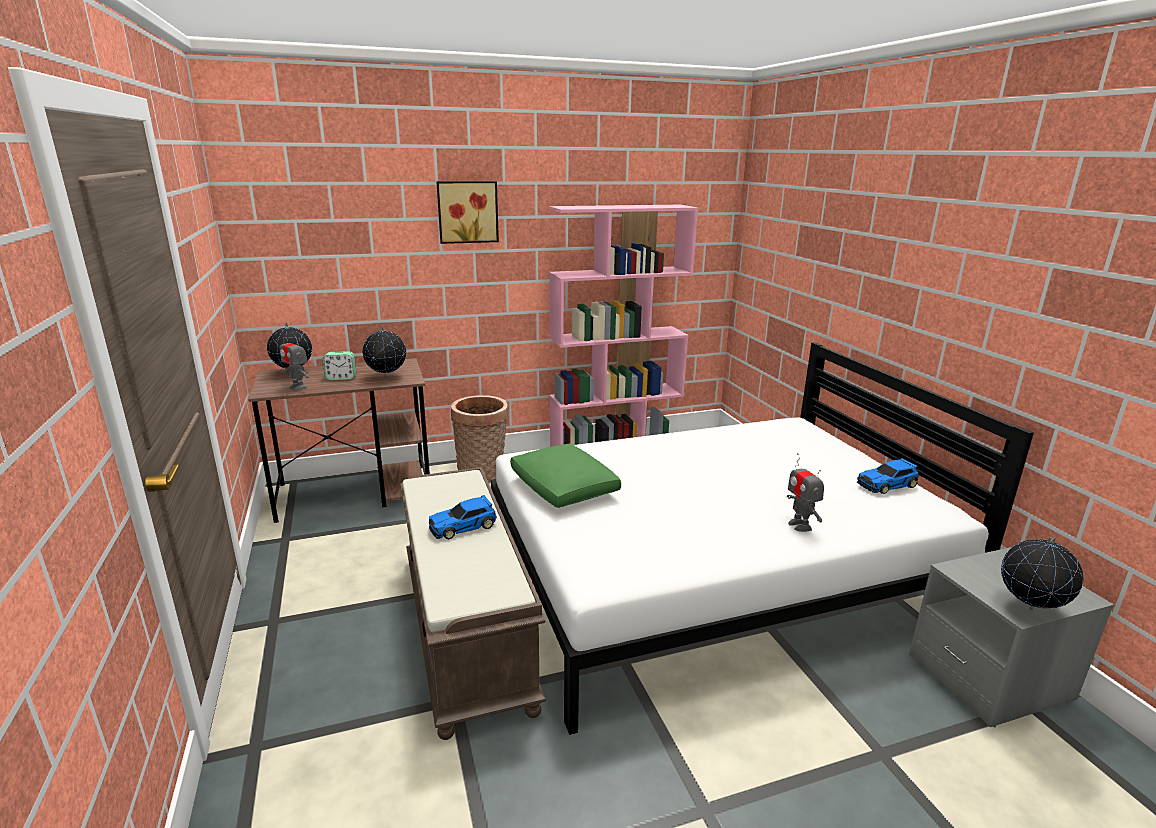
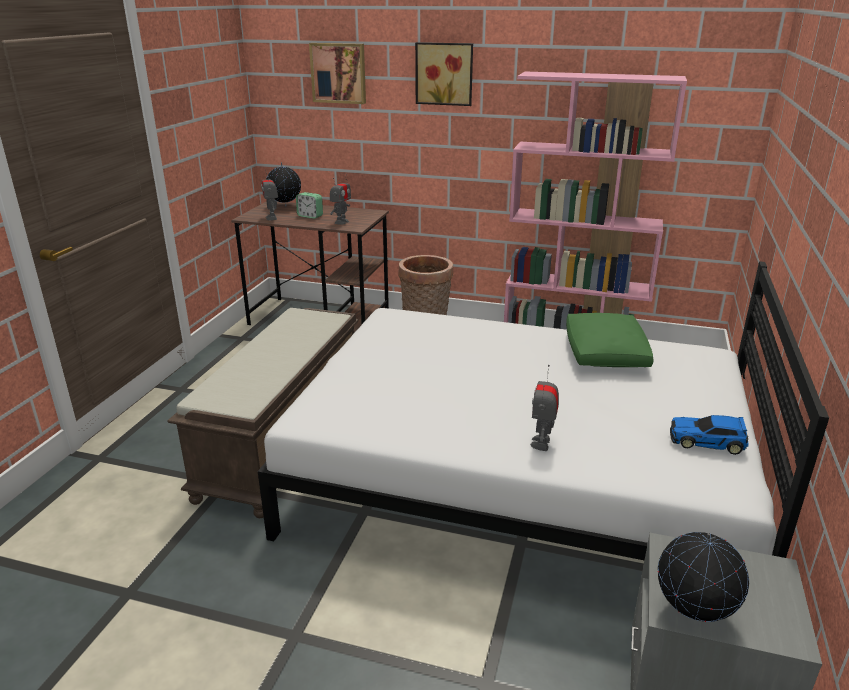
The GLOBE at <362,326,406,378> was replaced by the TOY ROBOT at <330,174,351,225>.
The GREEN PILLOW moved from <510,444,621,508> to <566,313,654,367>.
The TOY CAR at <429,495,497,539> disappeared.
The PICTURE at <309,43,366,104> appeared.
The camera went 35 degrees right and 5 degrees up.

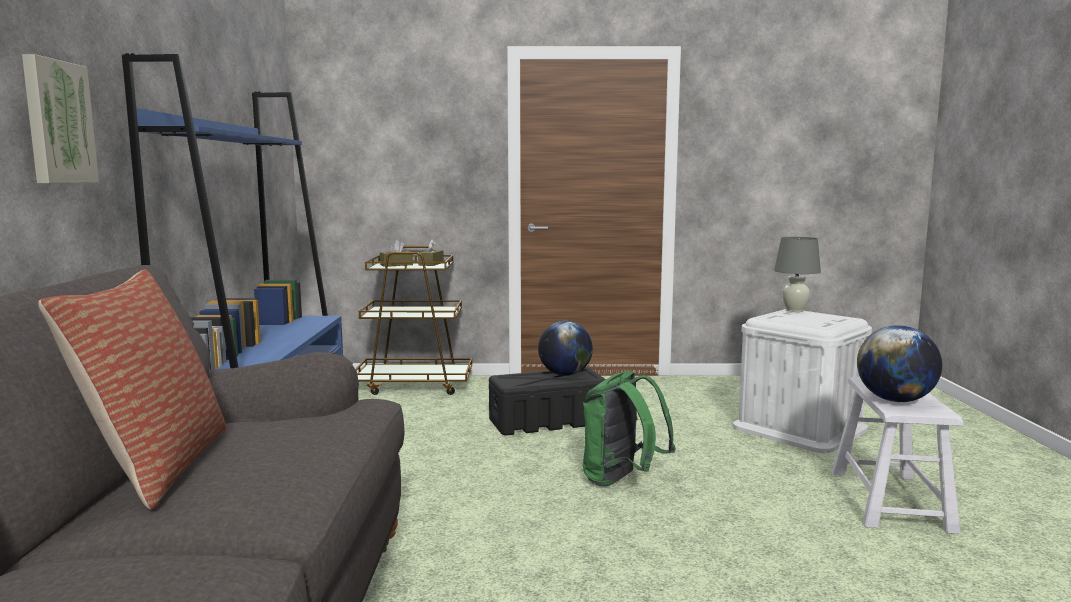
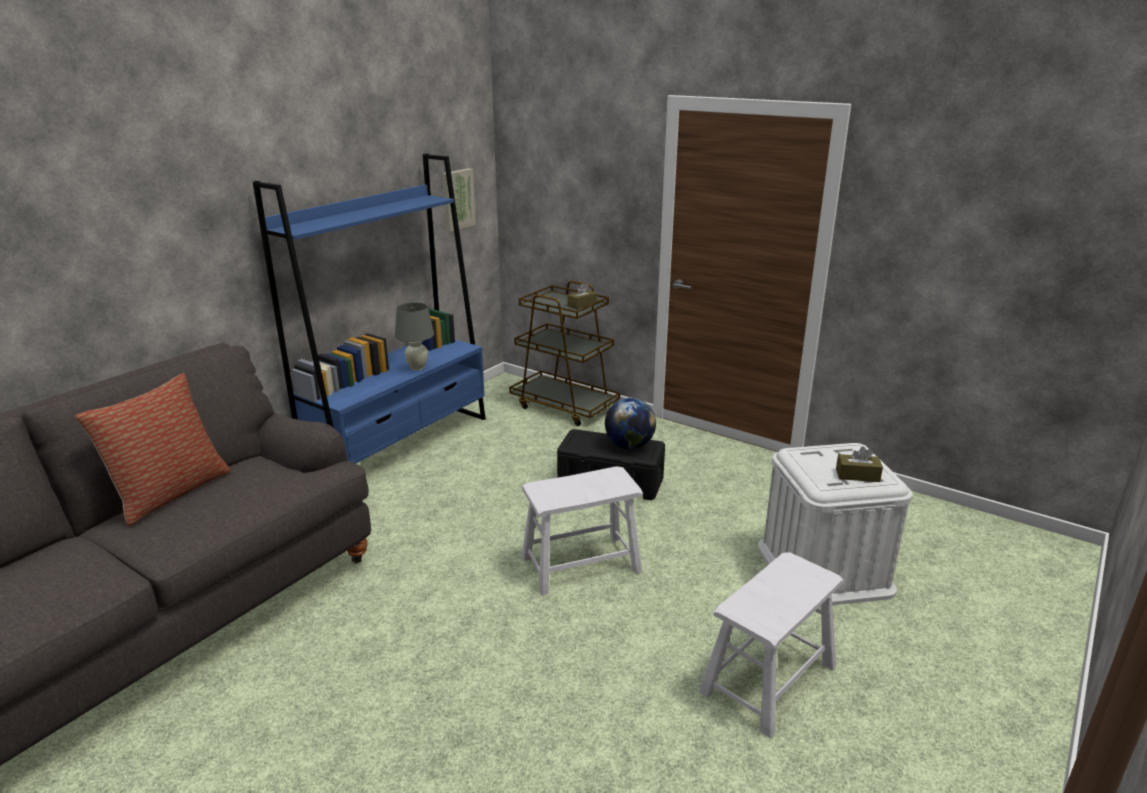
The PICTURE moved from <22,54,99,183> to <442,168,476,232>.
The GREY TABLE LAMP moved from <774,237,821,312> to <395,302,434,370>.
The BROWN TISSUE BOX moved from <380,240,413,267> to <836,446,883,482>.
The GLOBE at <857,325,942,402> disappeared.
The GREEN BACKPACK at <583,371,676,486> was replaced by the WHITE STOOL at <522,466,643,595>.
The camera went 35 degrees right and 15 degrees up.

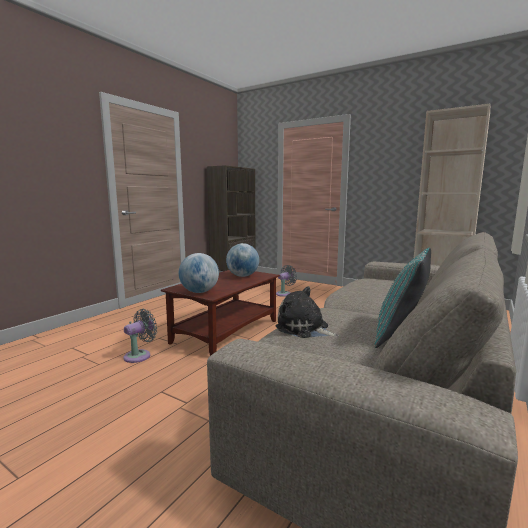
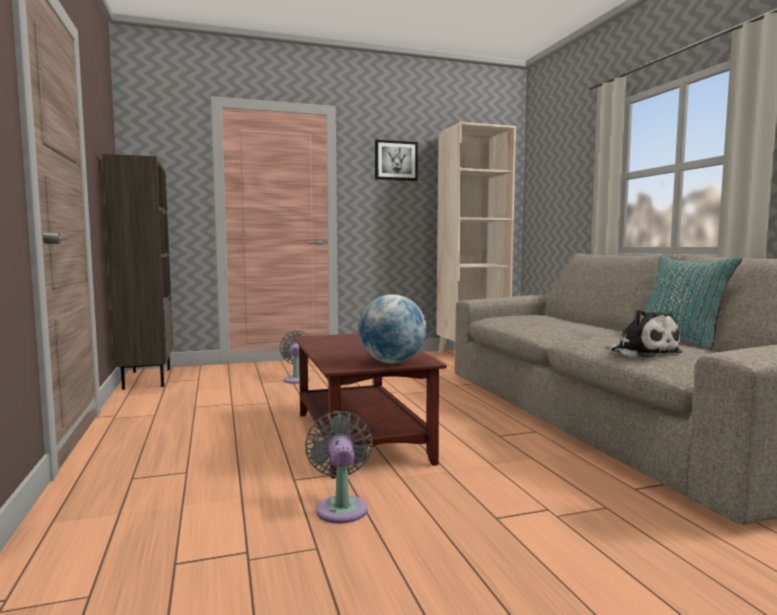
The GLOBE at <226,243,259,277> disappeared.
The PLUSH TOY at <276,286,339,338> turned 105 degrees counterclockwise.
The PICTURE at <375,140,418,181> appeared.
The camera went 50 degrees left and 5 degrees down.

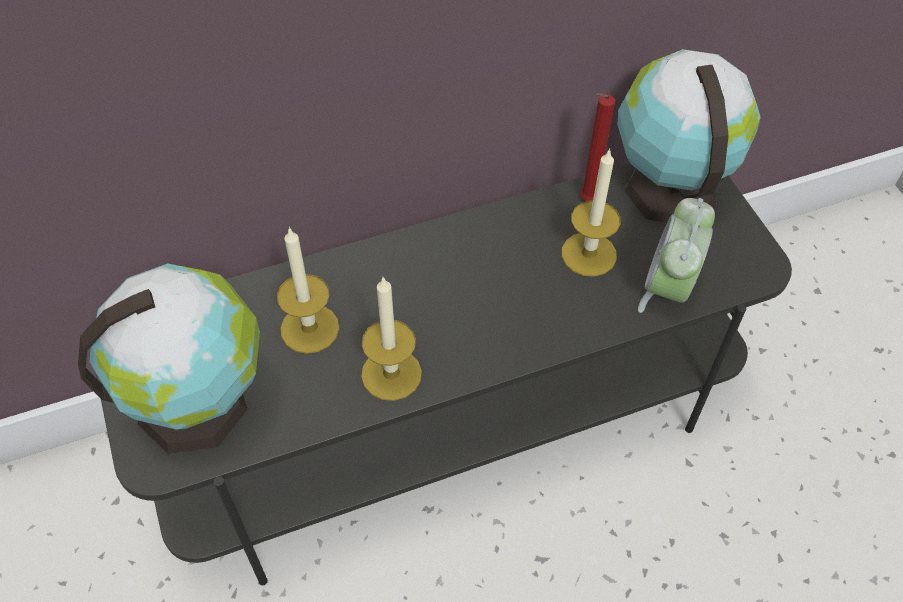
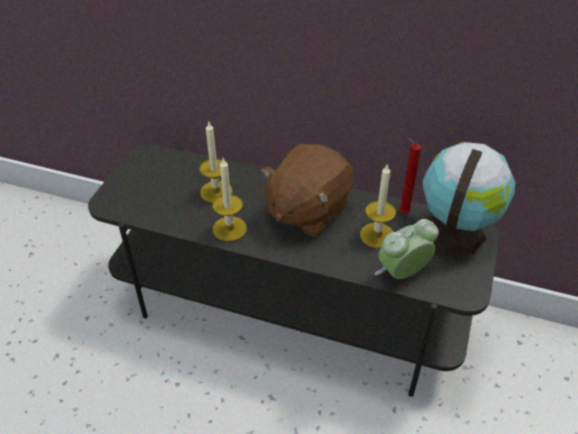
The GLOBE at <78,263,260,454> disappeared.
The BROWN PLUSH TOY at <261,144,354,237> appeared.
The camera went 40 degrees right and 10 degrees down.

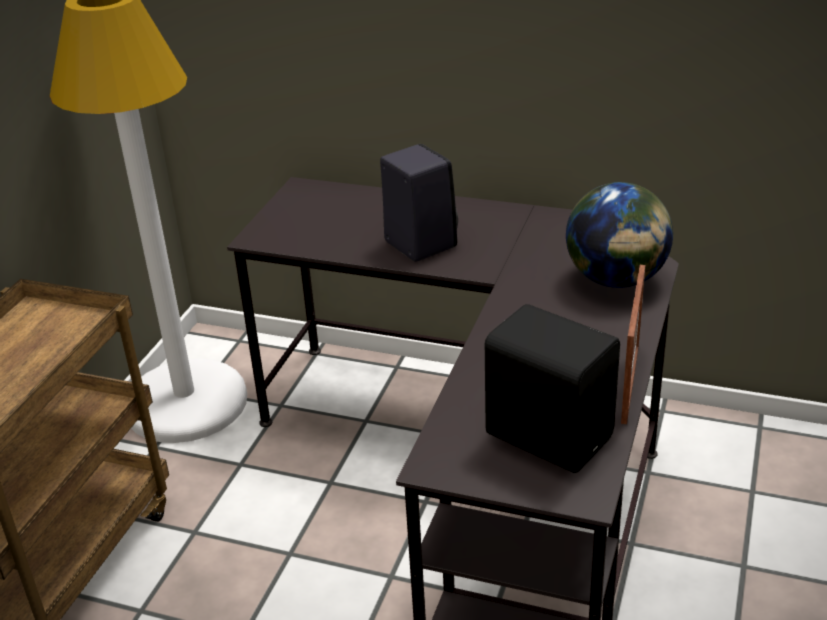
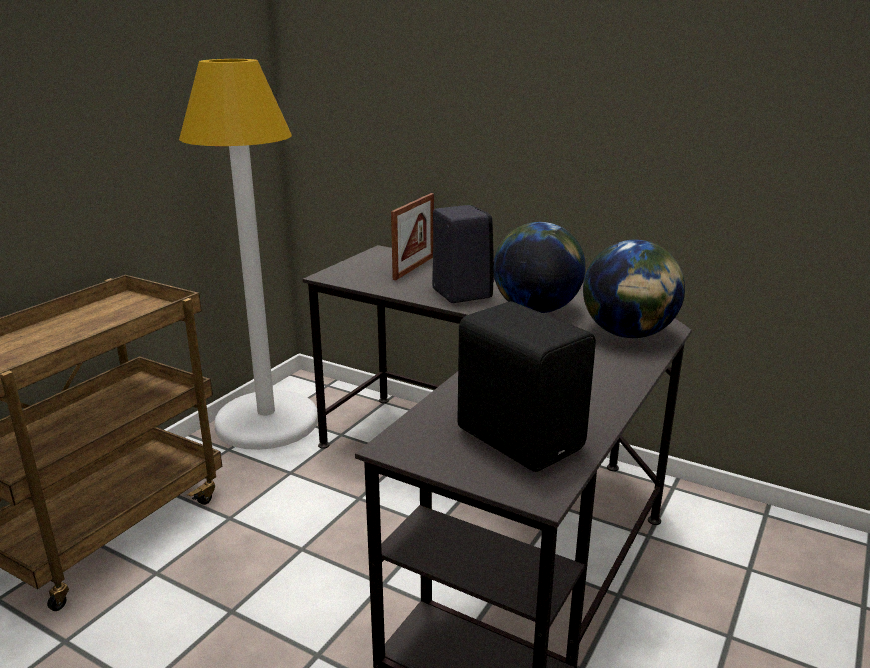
The PICTURE FRAME moved from <621,265,645,424> to <391,193,434,280>.
The GLOBE at <493,222,586,313> appeared.
The camera went 10 degrees right and 10 degrees down.

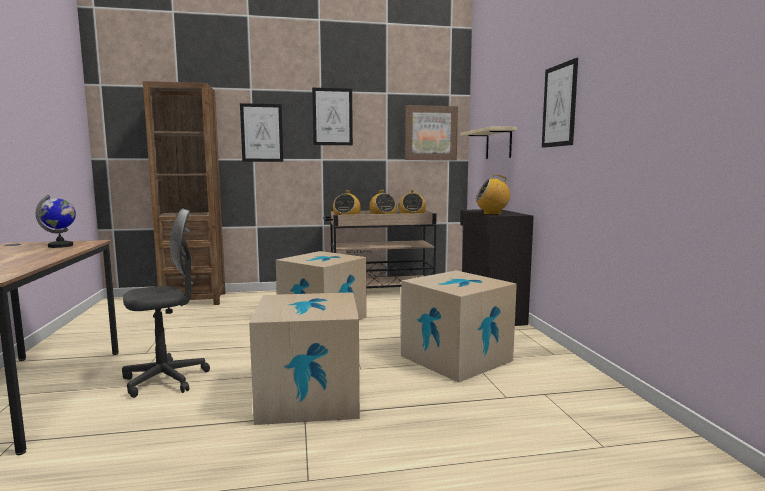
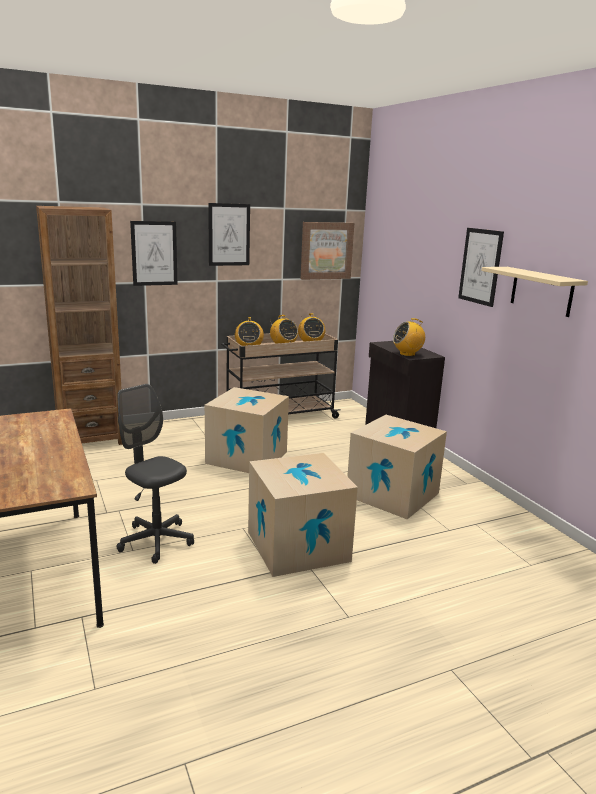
The BEIGE SHELF moved from <461,126,517,159> to <481,267,588,317>.
The GLOBE at <36,195,76,248> disappeared.
The GREY OFFICE CHAIR at <122,208,210,398> turned 90 degrees counterclockwise.
The camera went 15 degrees left and 10 degrees up.

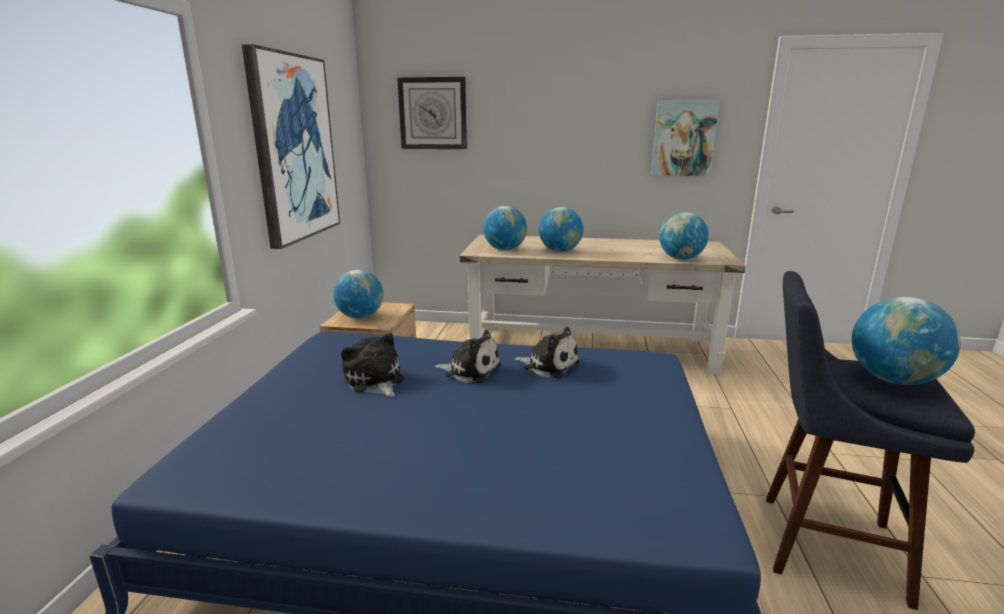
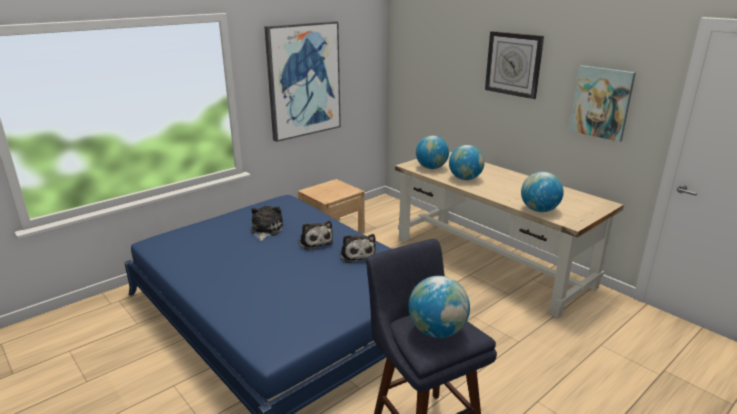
The WALL CLOCK moved from <397,77,467,149> to <485,31,544,99>.
The GLOBE at <333,270,383,319> disappeared.
The camera went 40 degrees right and 5 degrees up.

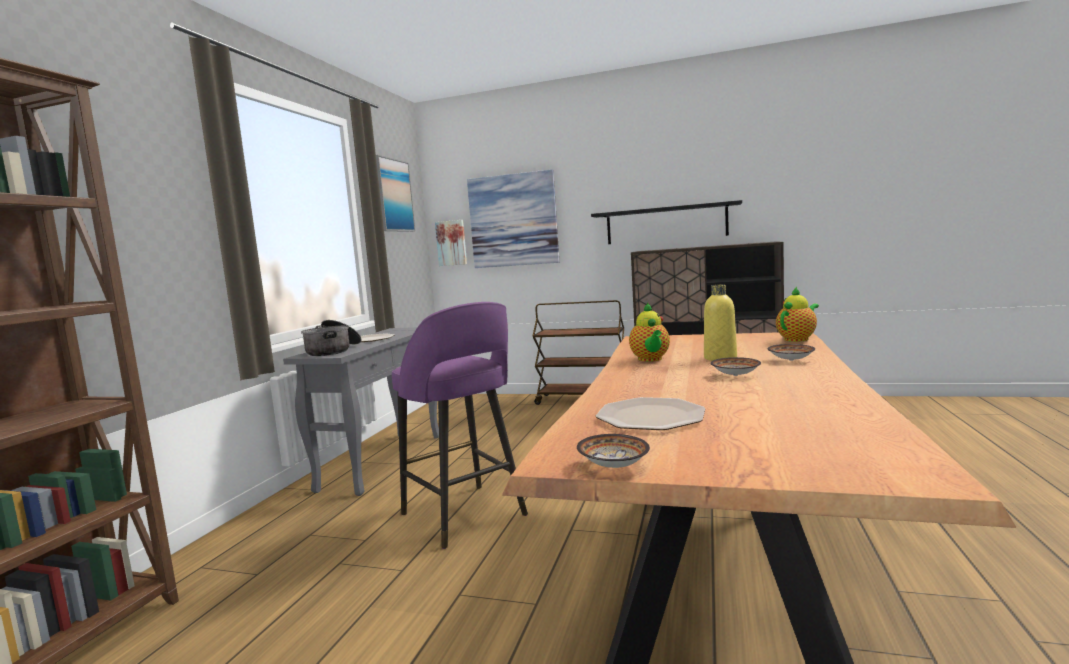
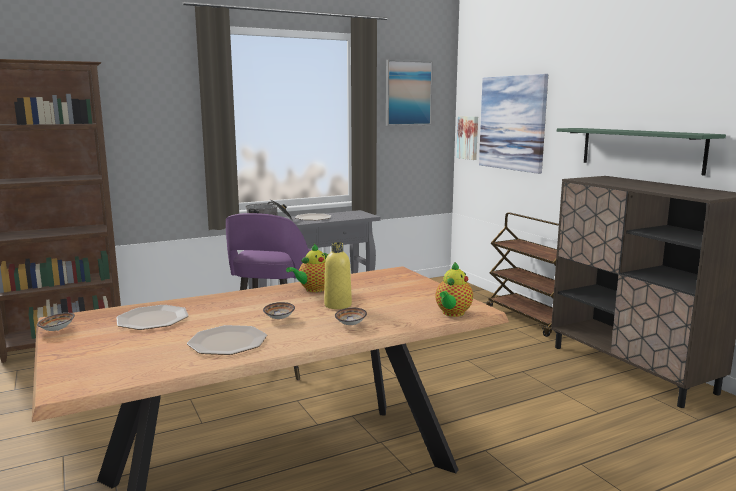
The BLACK SHELF at <591,200,742,244> became the GREEN SHELF at <557,128,726,176>.
The TEAPOT at <776,287,819,342> turned 105 degrees clockwise.
The PLATE at <187,325,267,355> appeared.
The camera went 45 degrees right and 5 degrees up.

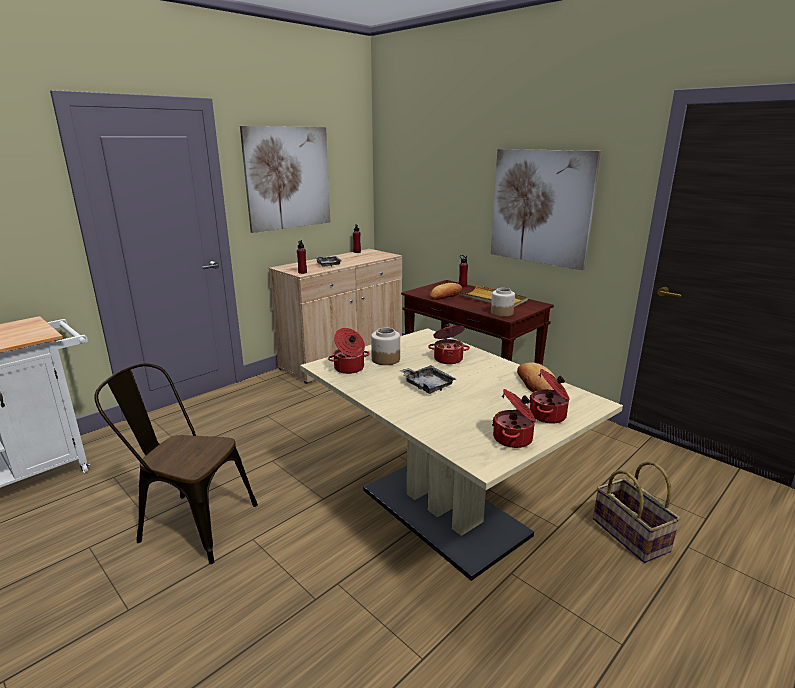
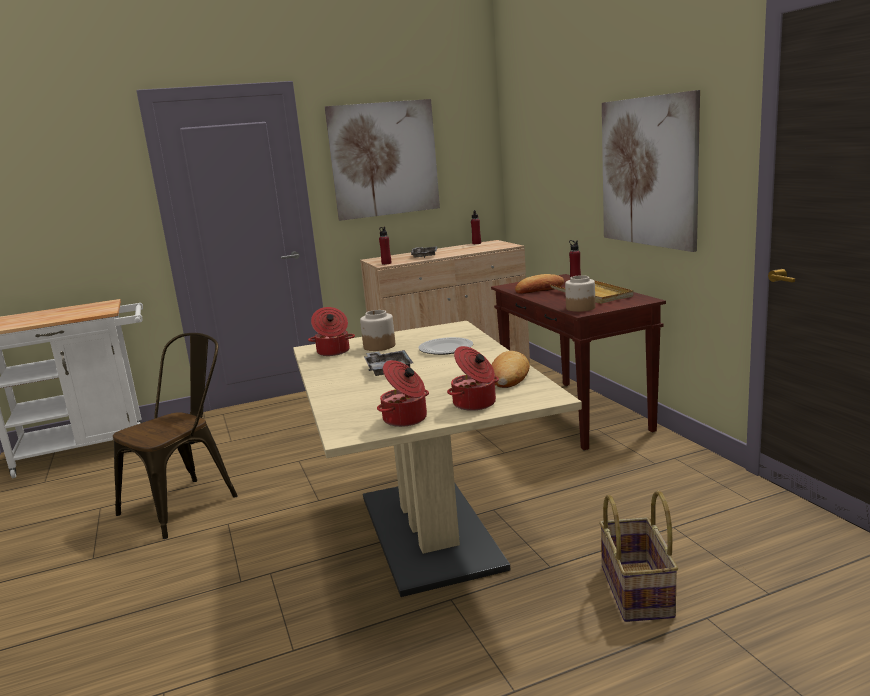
The COOKING POT at <428,324,470,364> was replaced by the PLATE at <418,337,473,355>.
The BROWN CHAIR at <94,363,258,564> turned 90 degrees clockwise.
The camera went 25 degrees right and 5 degrees down.

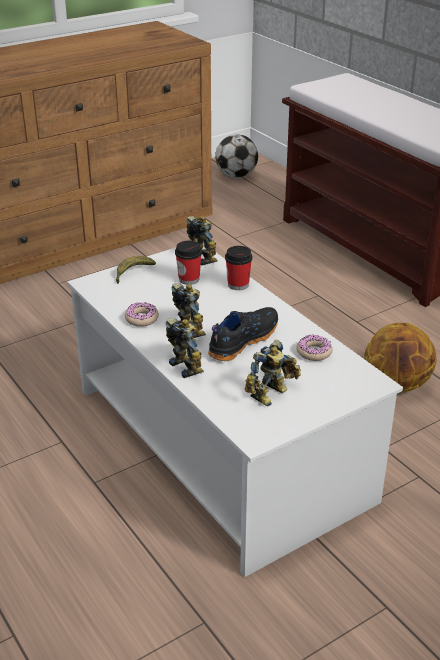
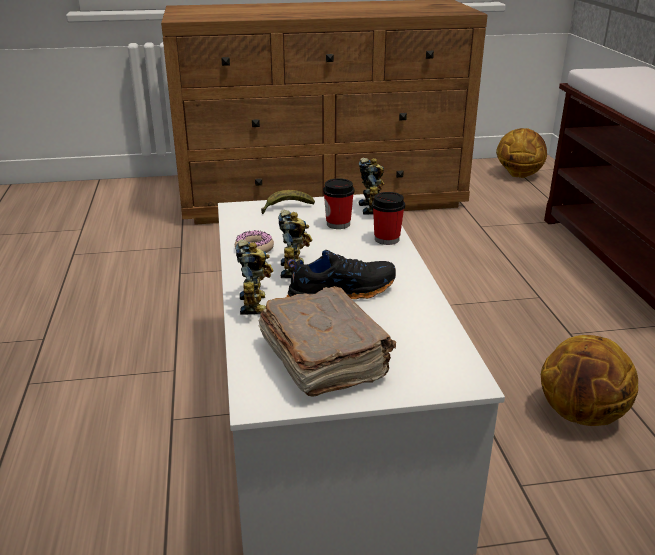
The FOOTBALL at <215,135,258,178> was replaced by the BASKETBALL at <496,128,547,178>.
The DONUT at <297,335,332,361> disappeared.
The TOY ROBOT at <245,340,301,407> was replaced by the BROWN BOOK at <258,286,396,397>.
The camera went 25 degrees right and 5 degrees down.

